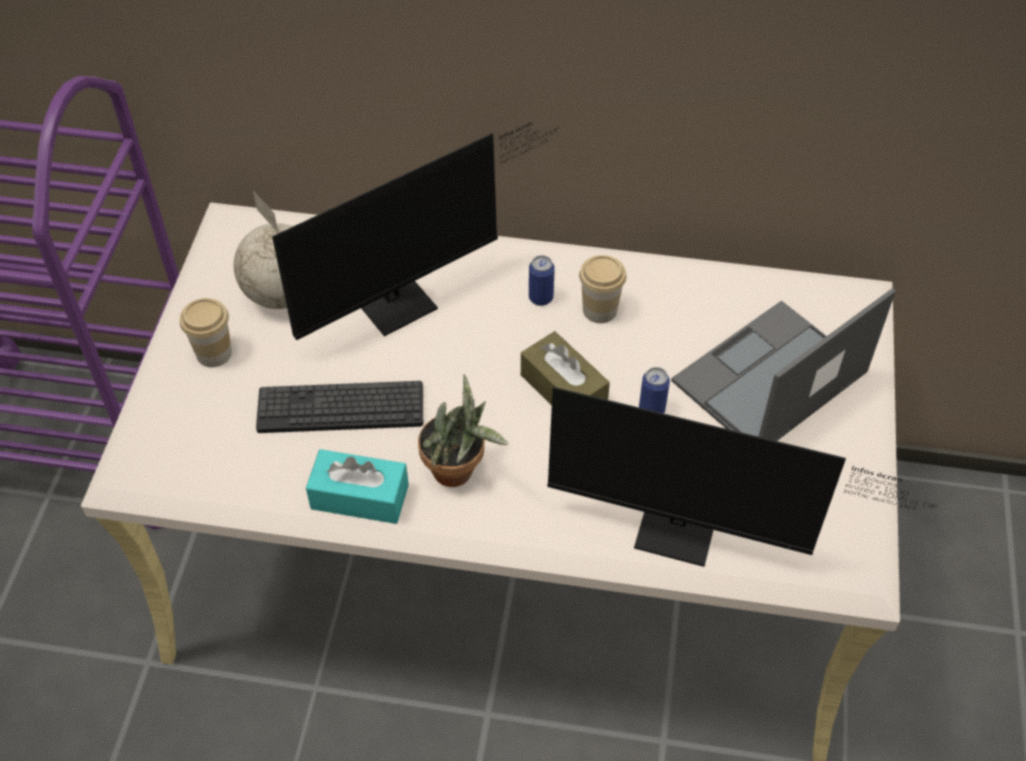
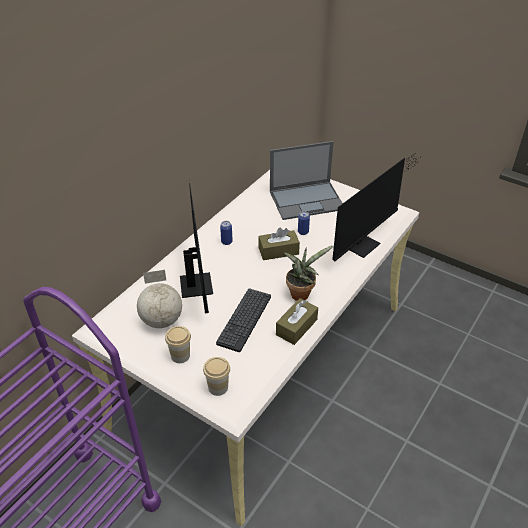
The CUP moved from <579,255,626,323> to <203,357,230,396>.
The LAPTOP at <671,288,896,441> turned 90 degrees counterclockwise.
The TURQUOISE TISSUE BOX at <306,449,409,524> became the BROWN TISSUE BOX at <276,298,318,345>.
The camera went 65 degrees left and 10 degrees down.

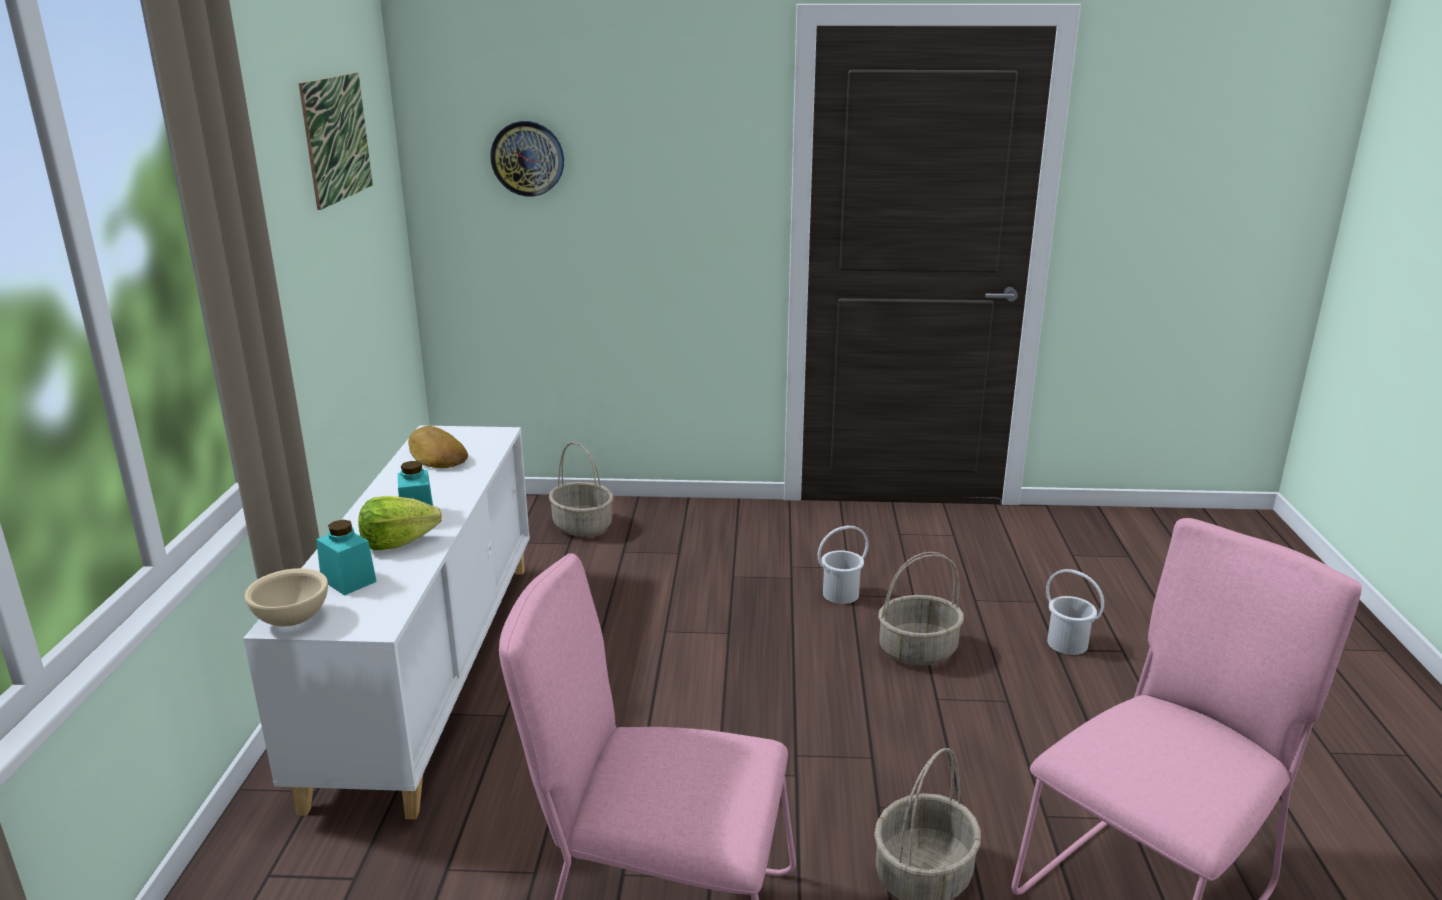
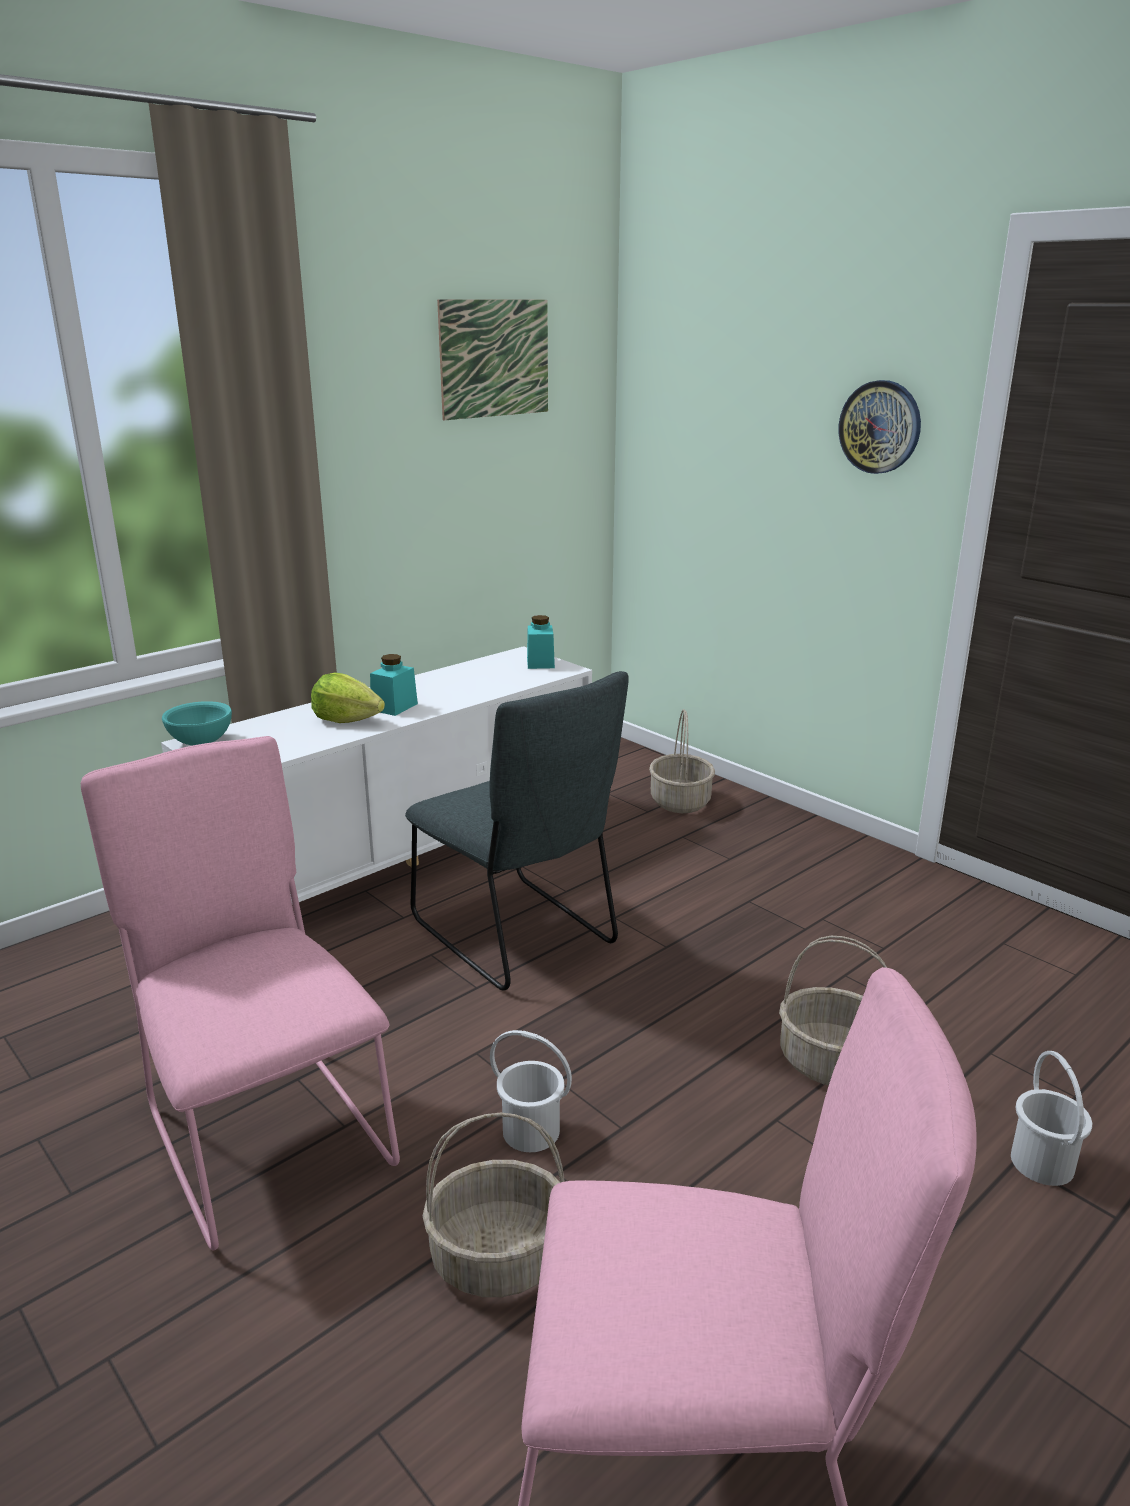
The WALL CLOCK moved from <490,121,564,197> to <839,380,921,474>.
The BREAD at <408,426,468,468> disappeared.
The TURQUOISE JAR moved from <316,520,377,596> to <527,615,555,669>.
The WHITE BUCKET moved from <818,526,868,604> to <490,1030,572,1152>.
The BEIGE BOWL at <245,568,328,626> became the TURQUOISE BOWL at <162,701,232,746>.
The GREY CHAIR at <405,671,629,991> appeared.
The camera went 45 degrees right and 0 degrees up.

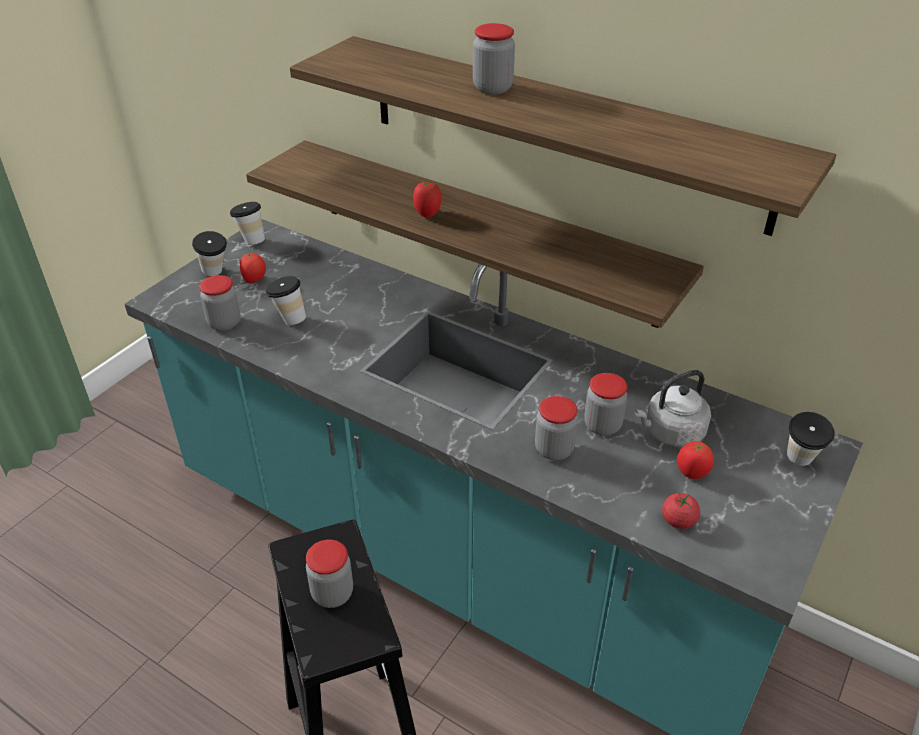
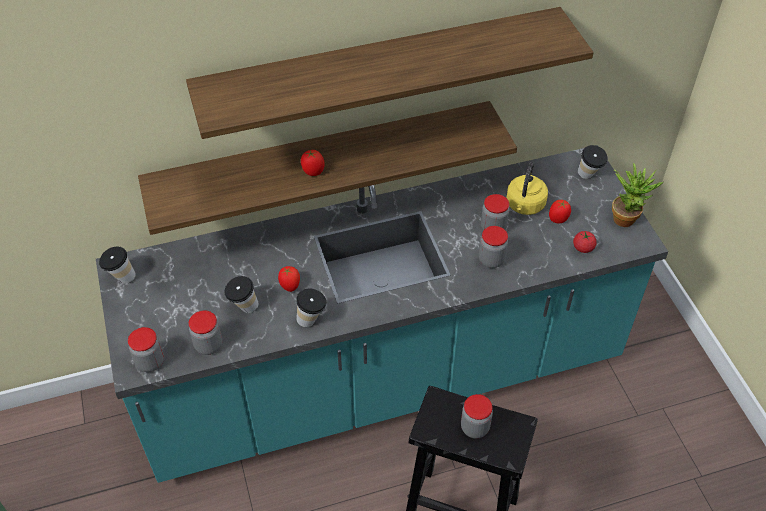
The JAR moved from <473,23,515,95> to <128,327,164,372>.
The CUP moved from <192,231,227,276> to <296,289,326,327>.
The TOMATO moved from <240,253,266,283> to <278,266,300,292>.
The GREY KETTLE at <635,370,711,447> became the YELLOW KETTLE at <507,162,548,215>.
The POTTED PLANT at <612,163,663,227> appeared.
The camera went 50 degrees left and 10 degrees up.

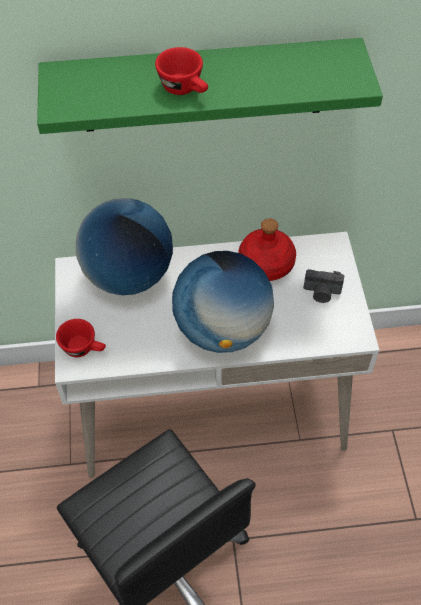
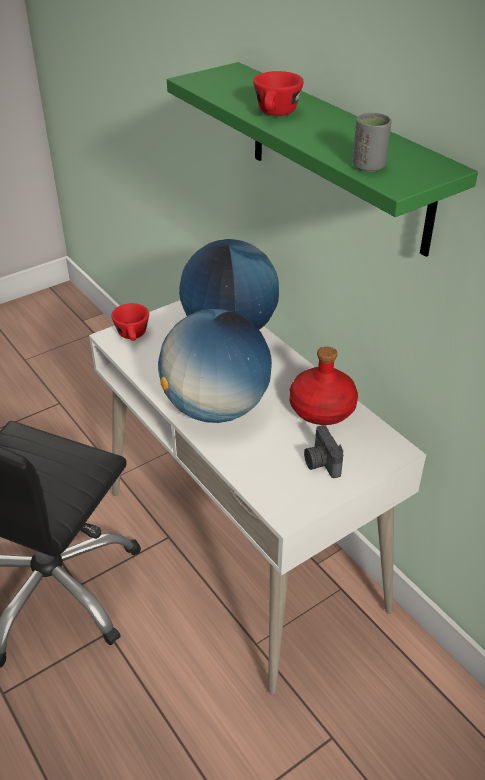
The GREY CUP at <353,113,392,172> appeared.
The camera went 60 degrees right and 15 degrees down.

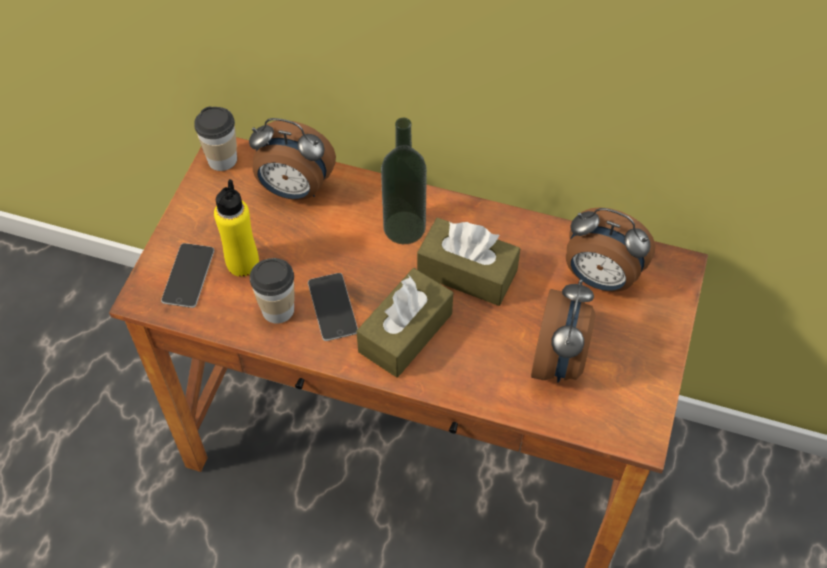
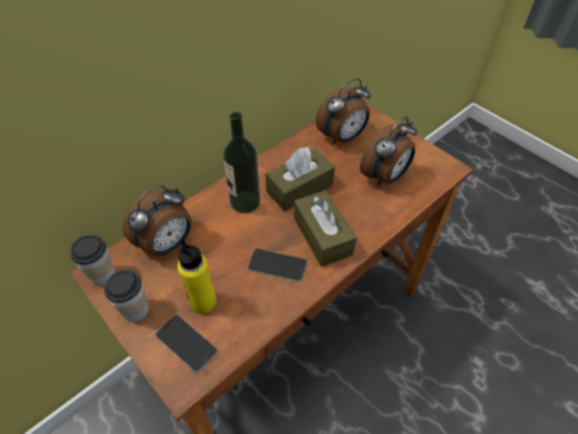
The CUP moved from <250,258,295,323> to <104,269,149,322>.
The ALARM CLOCK at <531,279,596,383> turned 90 degrees clockwise.
The camera went 60 degrees left and 5 degrees down.

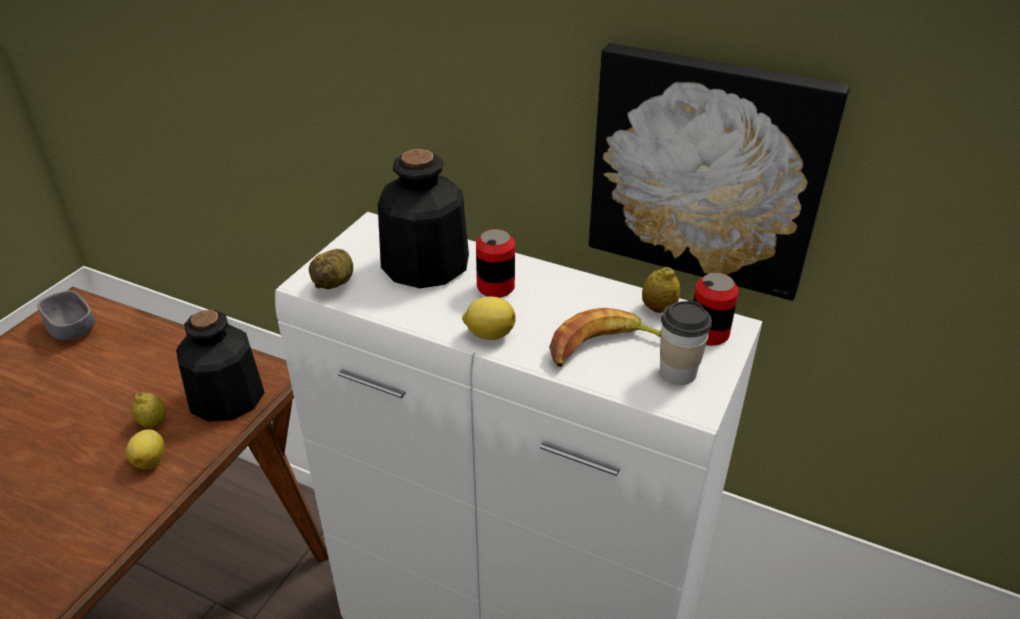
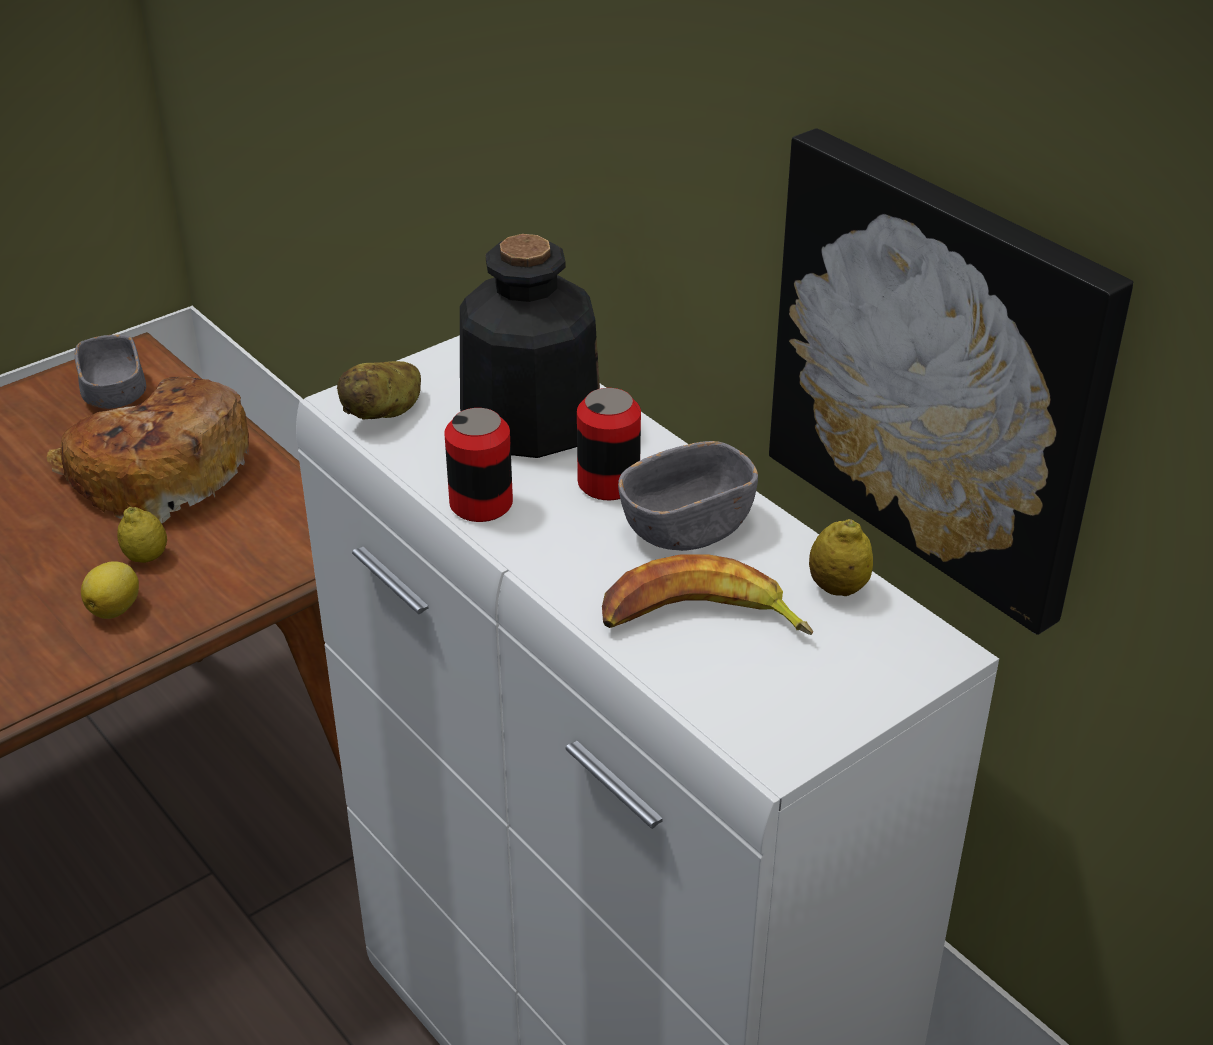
The CAN moved from <693,273,739,346> to <444,408,513,522>.
The LEMON at <462,296,516,340> disappeared.
The CUP at <660,300,712,385> disappeared.
The BOTTLE at <176,310,265,422> disappeared.
The BREAD at <47,377,249,524> appeared.
The GREY BOWL at <618,441,758,551> appeared.
The camera went 25 degrees right and 0 degrees up.

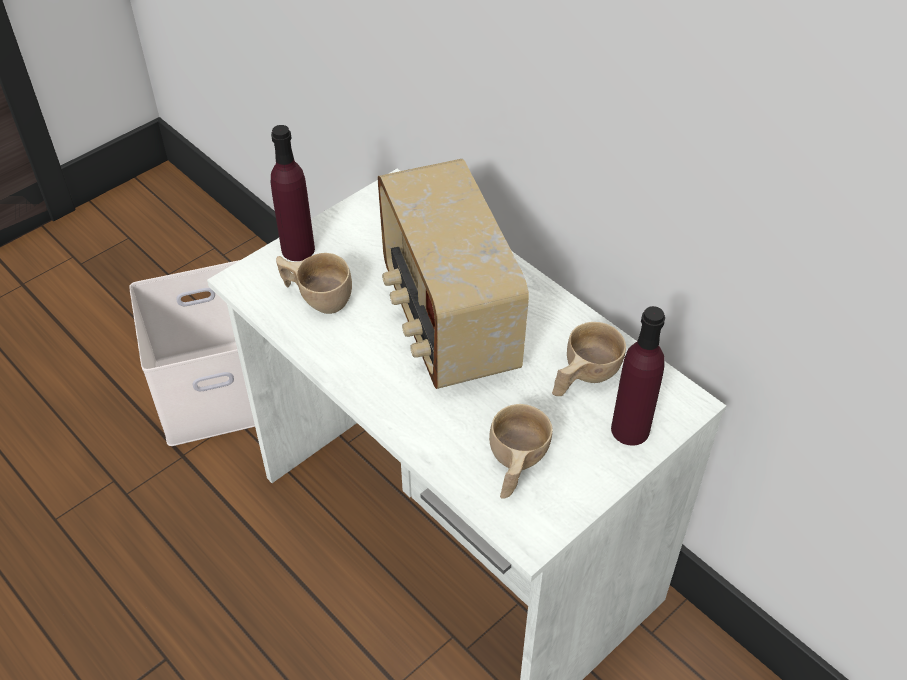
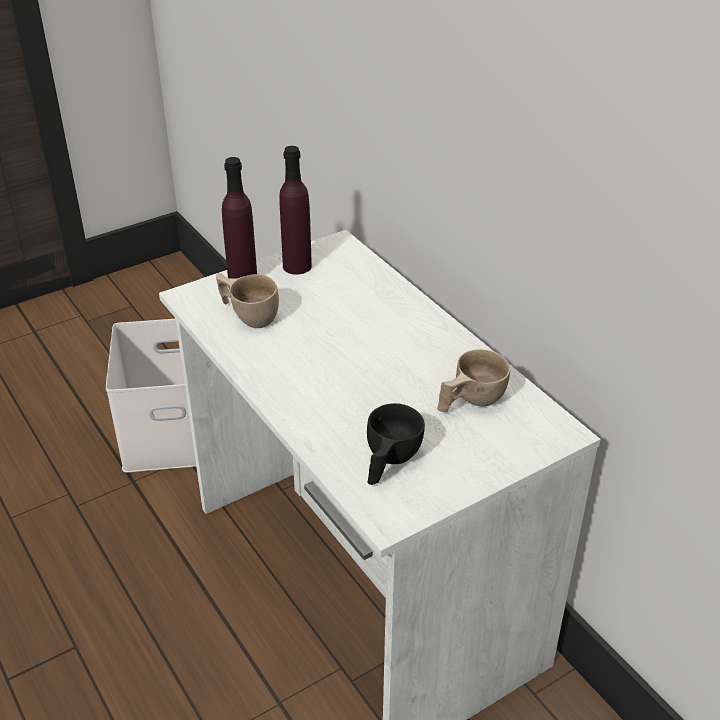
The RADIO at <378,159,529,389> disappeared.
The PURPLE BOTTLE moved from <611,306,665,446> to <279,146,312,275>.
The BEIGE CUP at <489,404,553,499> became the BLACK CUP at <367,403,425,485>.
The camera went 10 degrees right and 10 degrees down.

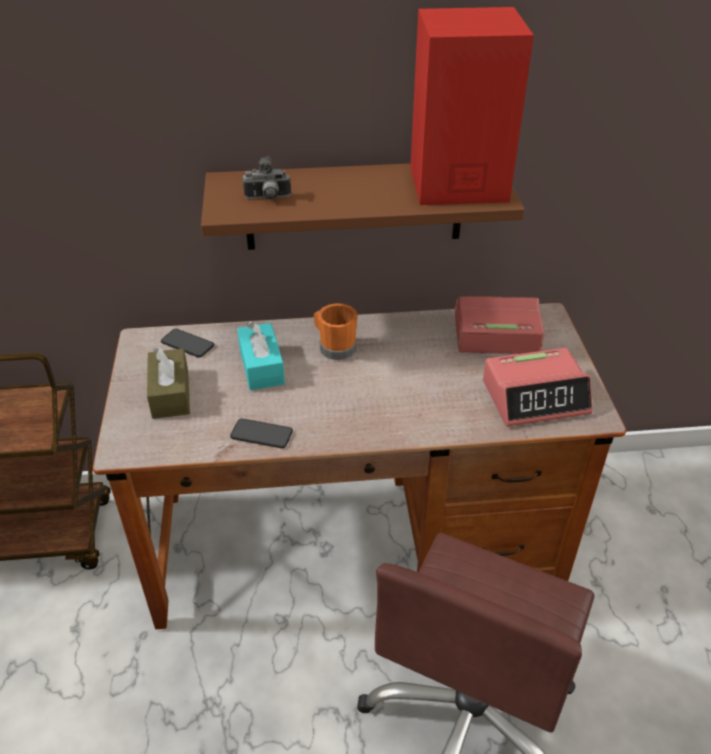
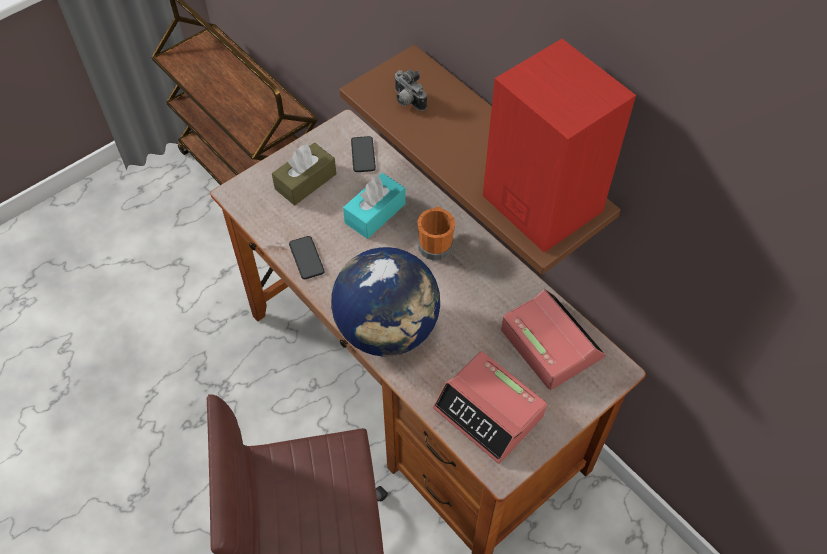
The GLOBE at <331,247,440,356> appeared.
The camera went 55 degrees right and 15 degrees up.

